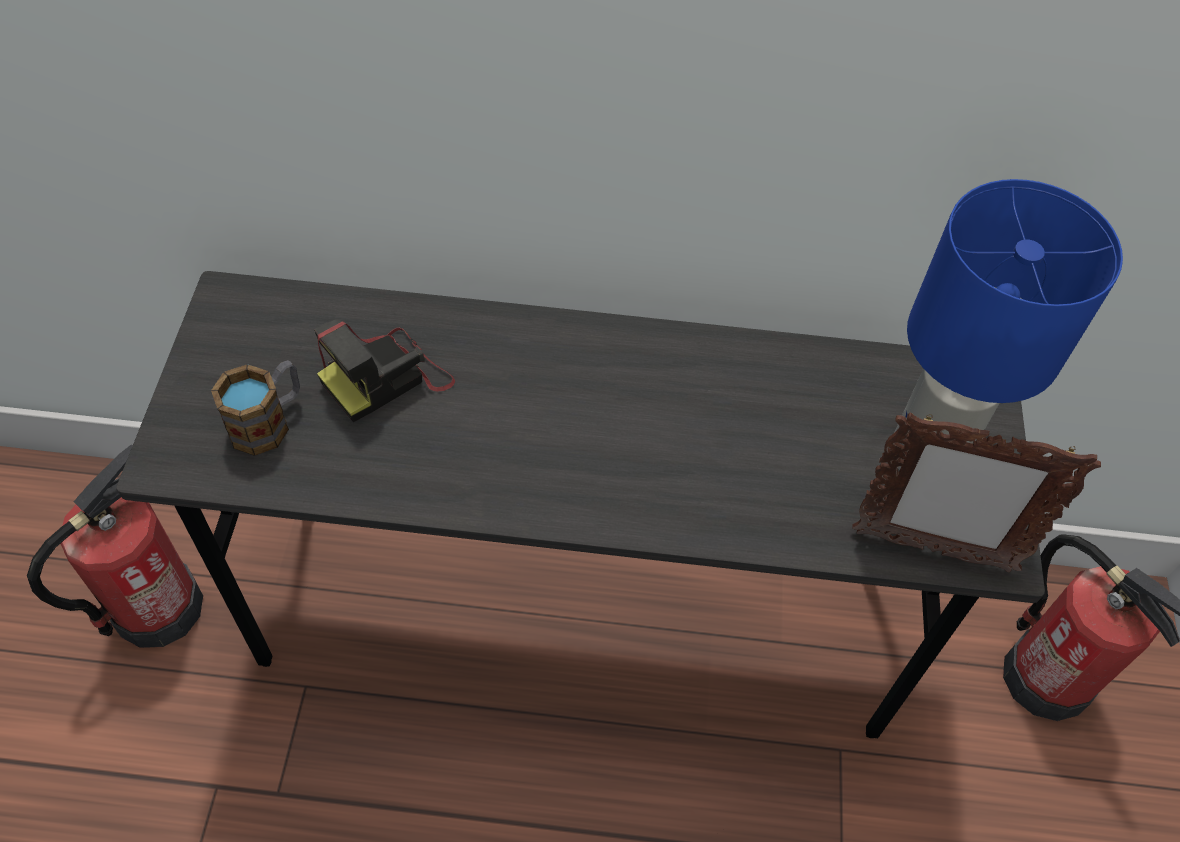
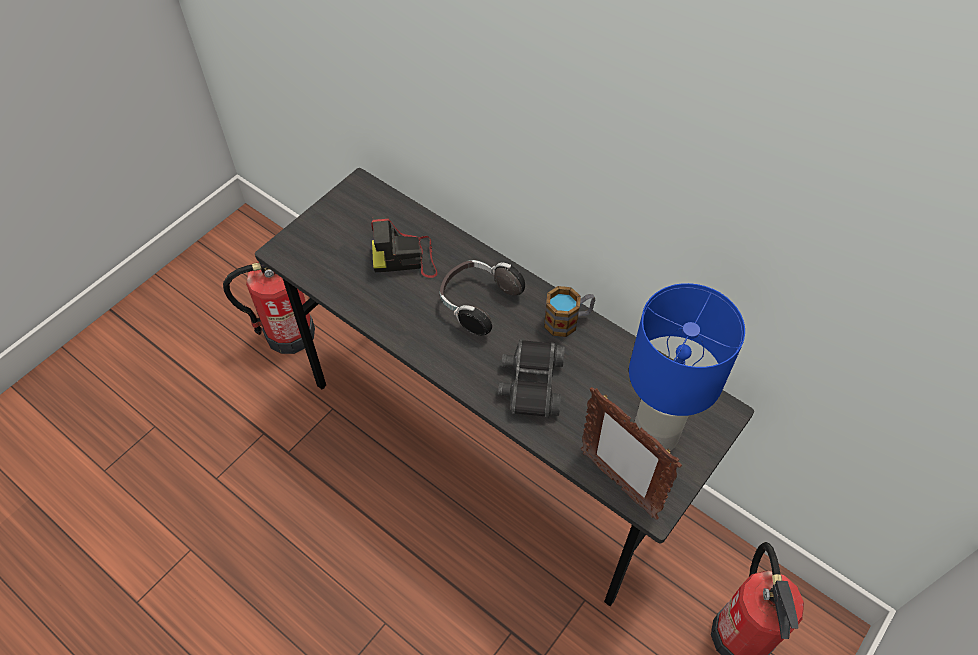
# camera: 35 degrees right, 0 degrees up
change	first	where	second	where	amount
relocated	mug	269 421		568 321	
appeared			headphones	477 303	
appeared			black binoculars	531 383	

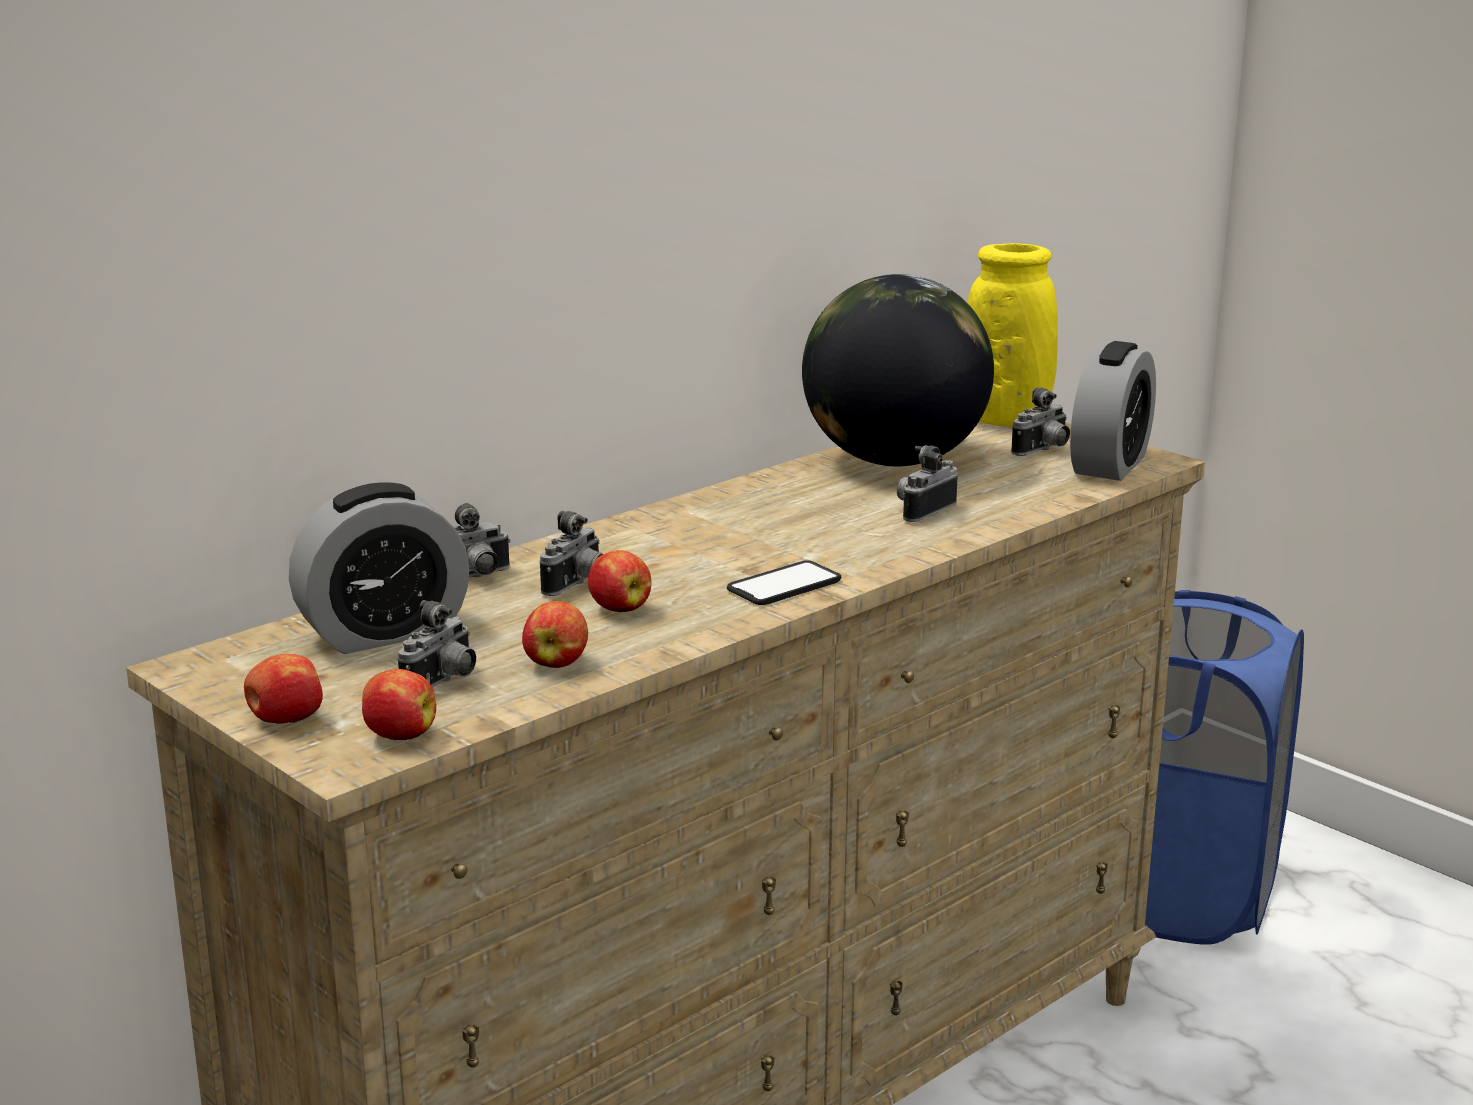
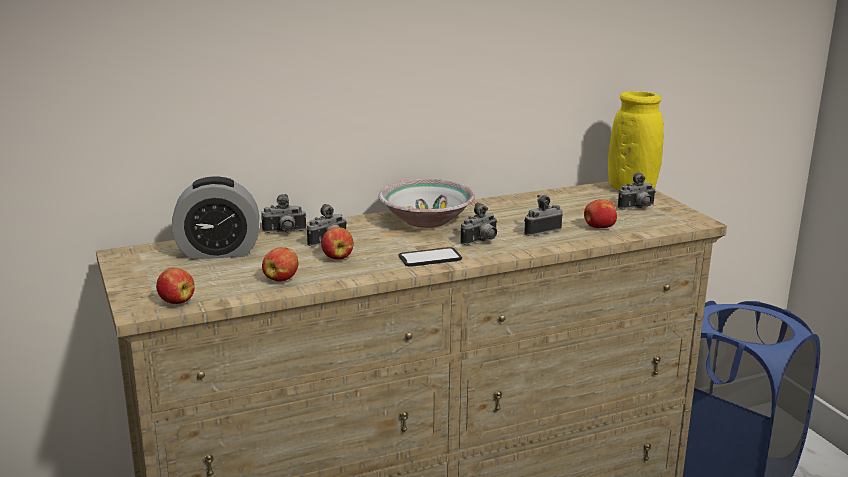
# camera: 20 degrees right, 0 degrees up
change	first	where	second	where	amount
missing	globe	894 461			
missing	alarm clock	1110 464			
relocated	photo camera	444 683		481 241	
relocated	apple	285 720		599 227	
appeared			bowl	427 220	

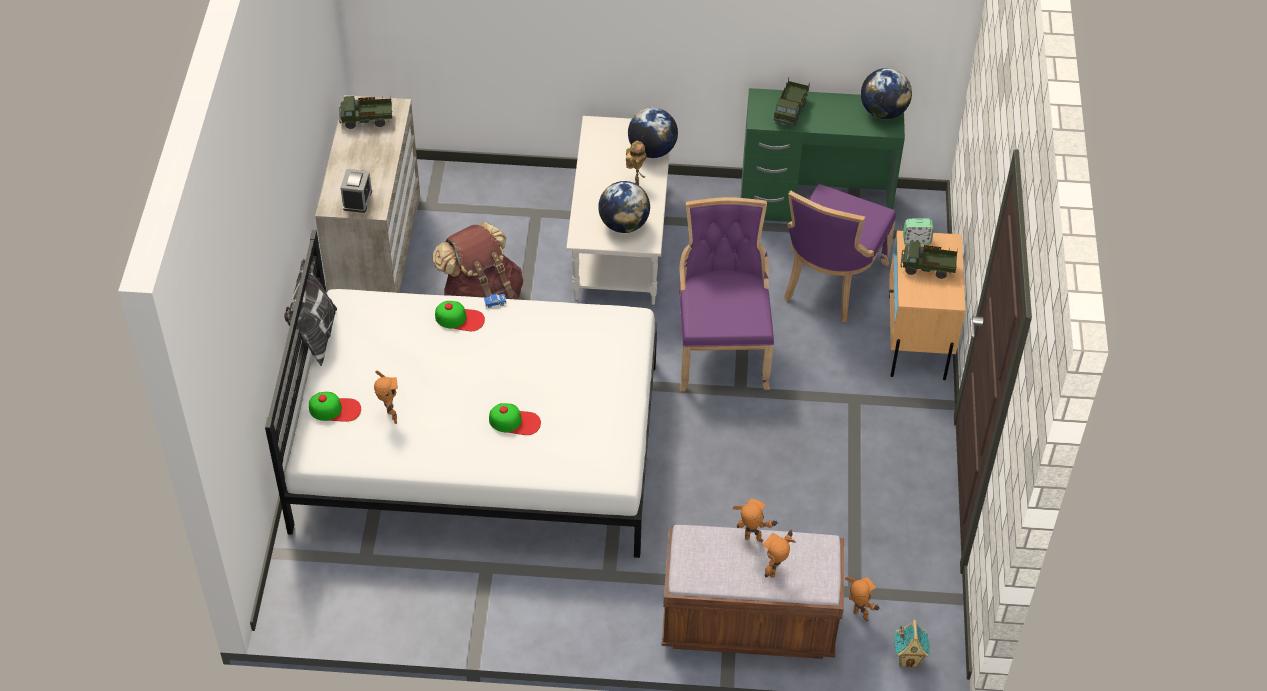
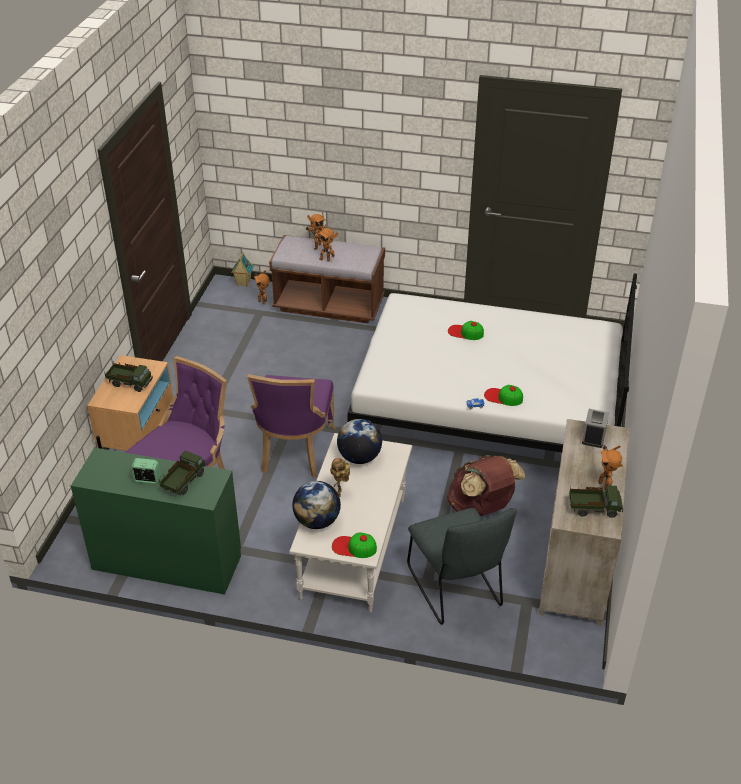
# camera: 170 degrees left, 10 degrees down
change	first	where	second	where	amount
missing	globe	883 112			
relocated	alarm clock	916 240		147 479	
missing	pillow	315 337			
relocated	toy robot	390 418		604 484	
relocated	cap	335 409		354 547	
appeared			grey chair	456 590	

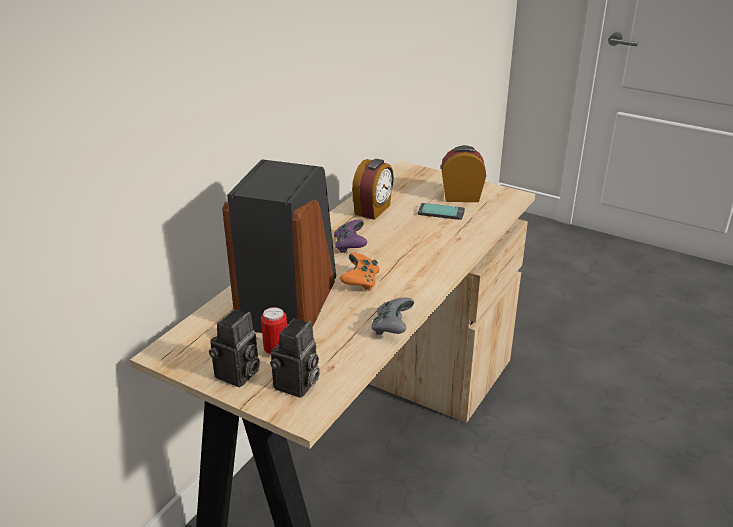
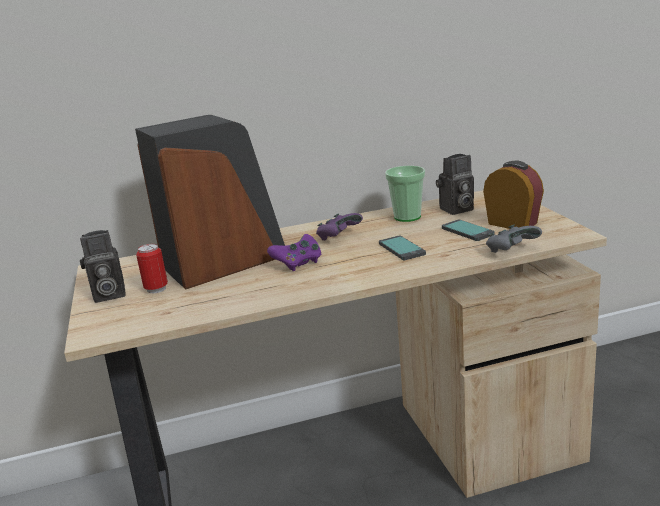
# camera: 45 degrees right, 10 degrees down
change	first	where	second	where	amount
exchanged	alarm clock	373 210	cup	407 217	
colour	orange game controller	360 282	purple game controller	298 264	
relocated	grey game controller	392 327		511 251	
relocated	photo camera	297 385		456 210	
appeared			phone	402 249	

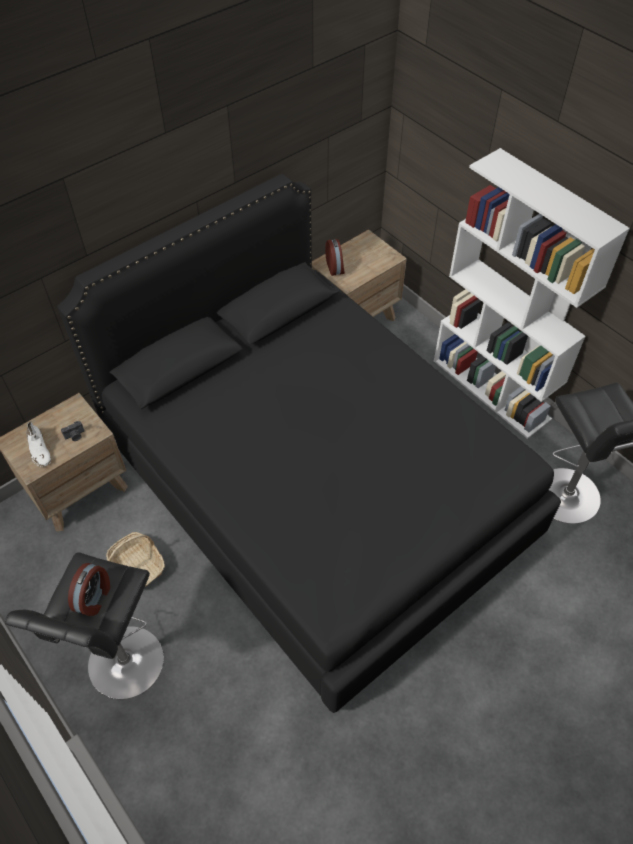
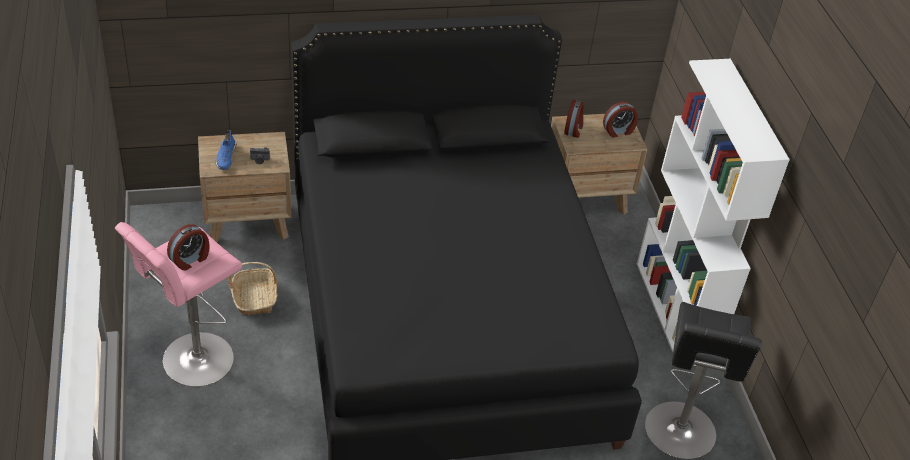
# camera: 25 degrees right, 10 degrees down
change	first	where	second	where	amount
colour	white shoe	39 449	blue shoe	226 157	
colour	black stool	123 667	pink stool	193 362	
appeared			alarm clock	618 131	

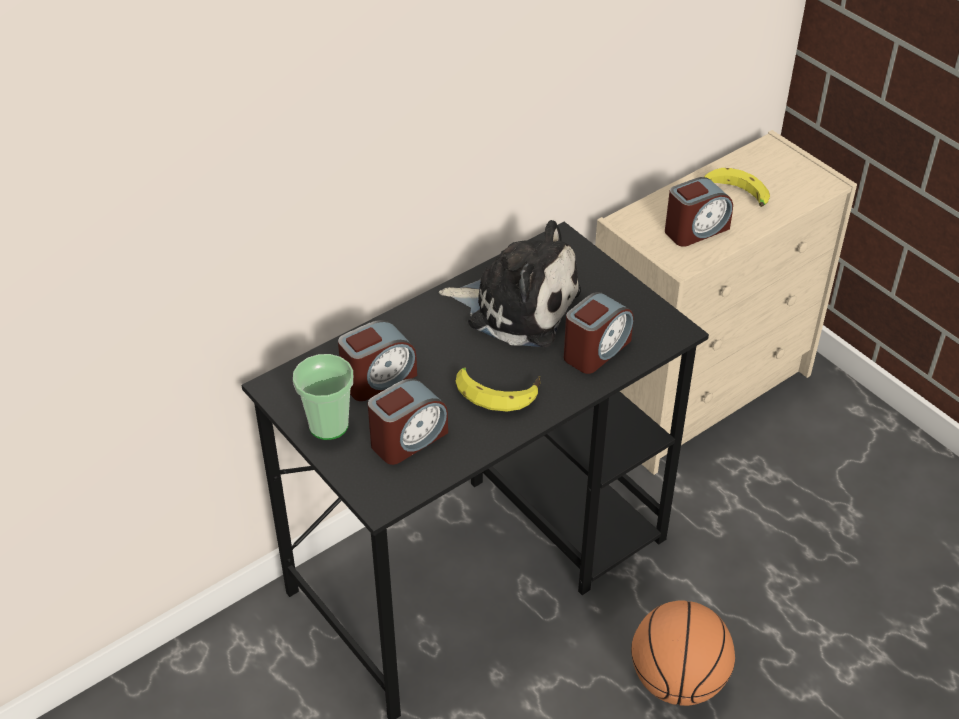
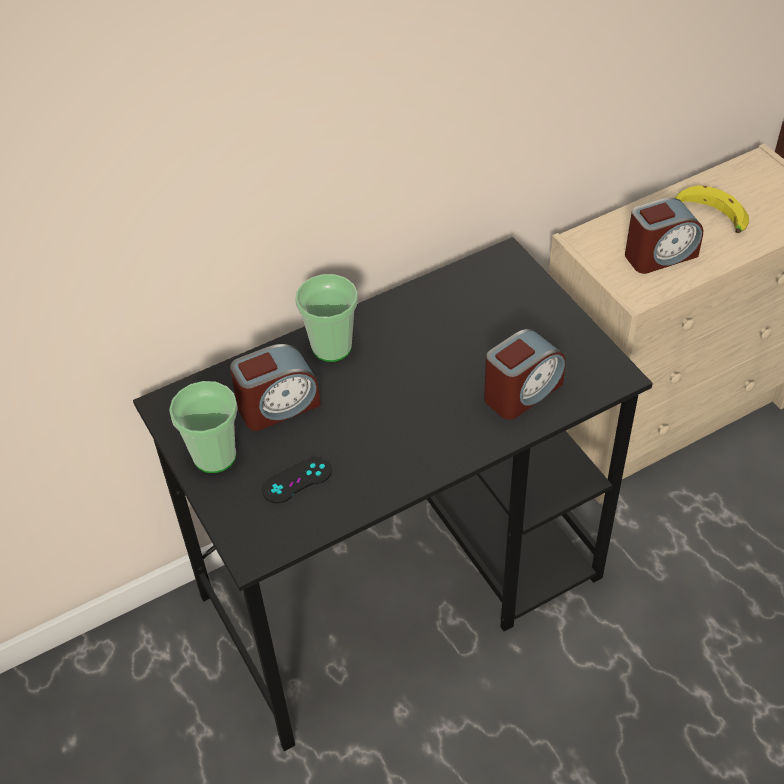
# camera: 10 degrees right, 5 degrees up
change	first	where	second	where	amount
missing	plush toy	517 305			
missing	banana	497 391			
exchanged	alarm clock	408 439	black game controller	297 480	
missing	basketball	677 680			
appeared			cup	331 347	

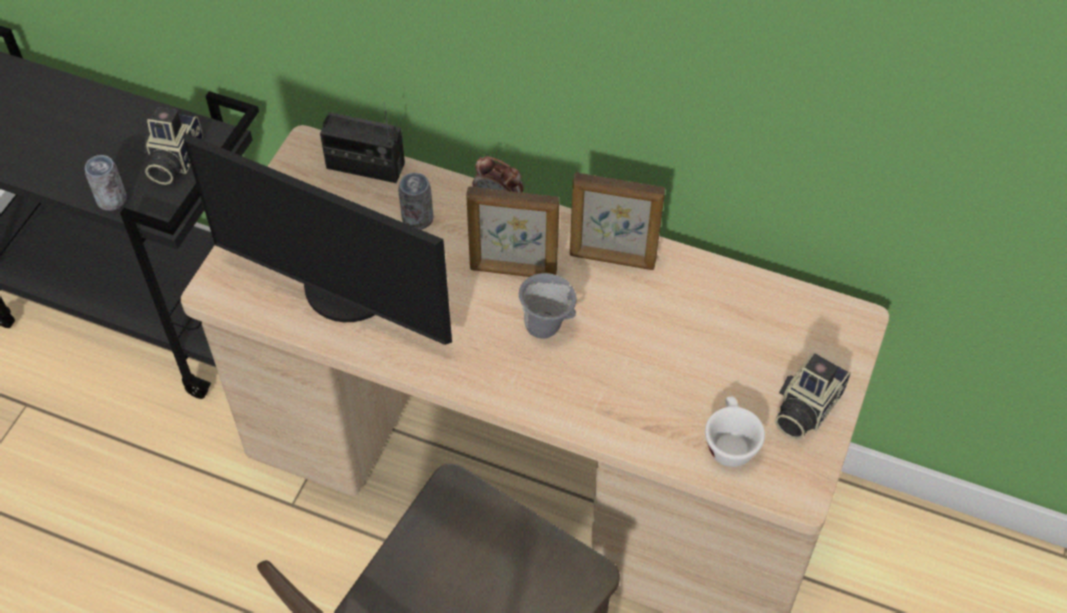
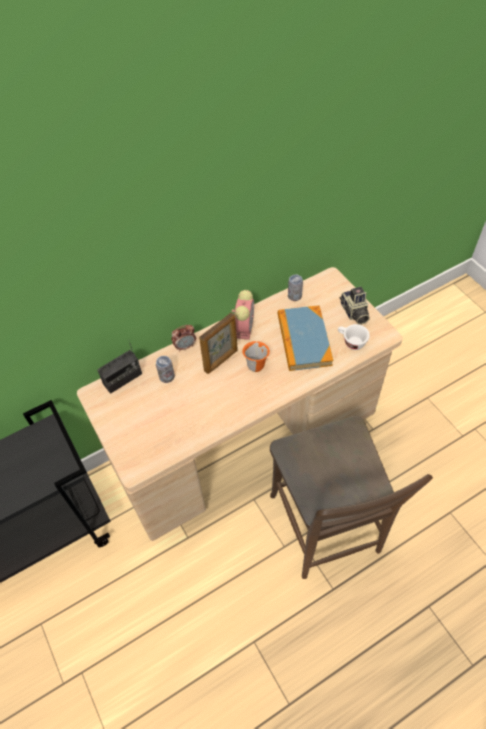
# camera: 50 degrees left, 0 degrees up
change	first	where	second	where	amount
missing	photo camera	173 160			
missing	monitor	345 292			
relocated	can	112 200		294 296	
exchanged	picture frame	612 259	alarm clock	244 327	
colour	grey mug	547 326	orange mug	256 365	
appeared			book	304 340	

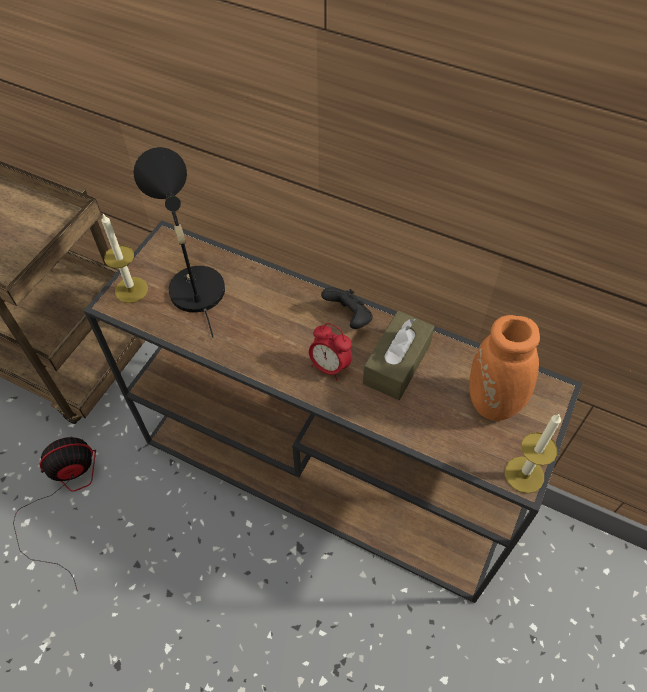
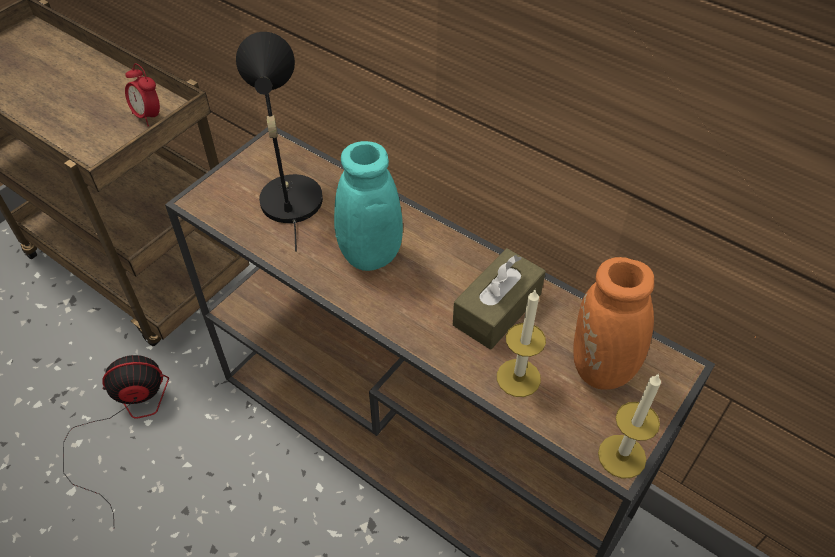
# camera: 10 degrees right, 5 degrees down
change	first	where	second	where	amount
relocated	candle	131 290		518 378	
missing	black game controller	349 318			
relocated	alarm clock	329 366		148 116	
appeared			turquoise vase	368 259	

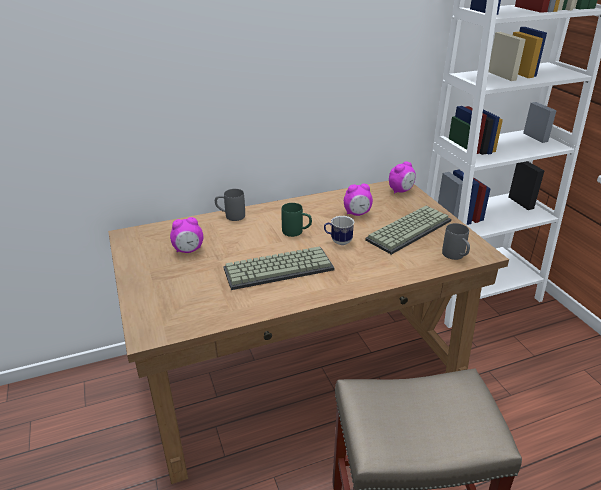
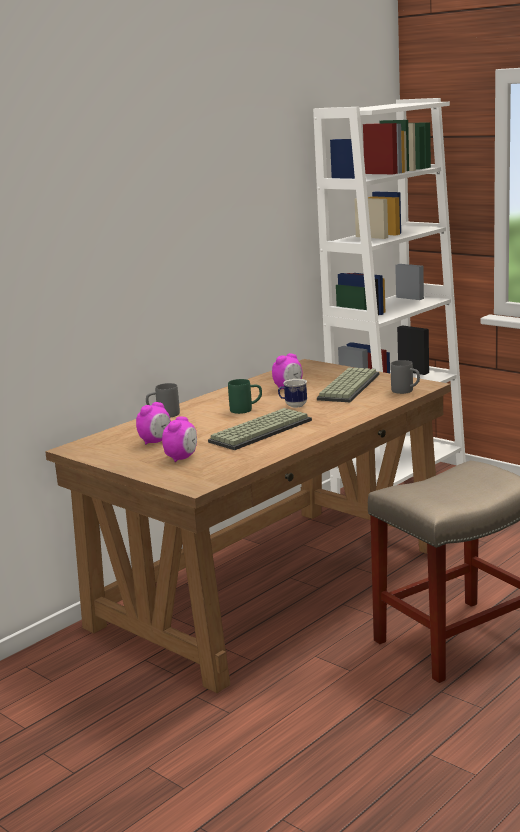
# camera: 25 degrees left, 15 degrees down
change	first	where	second	where	amount
relocated	alarm clock	401 191		182 458	

